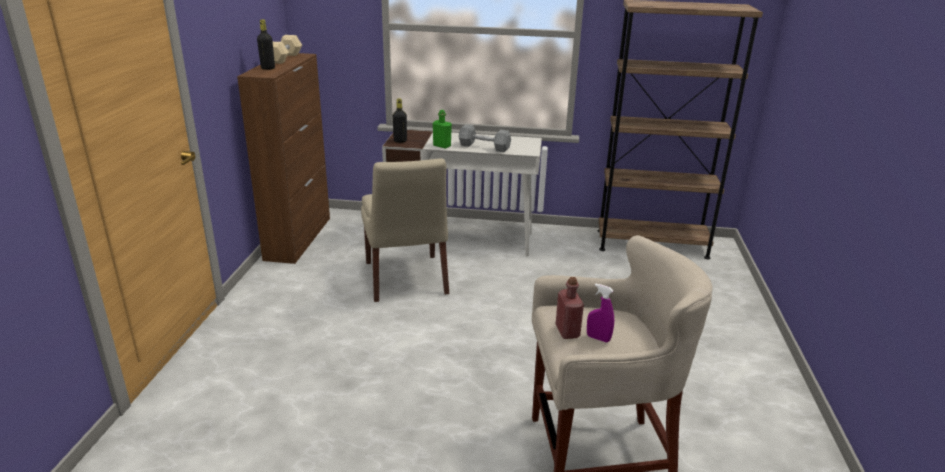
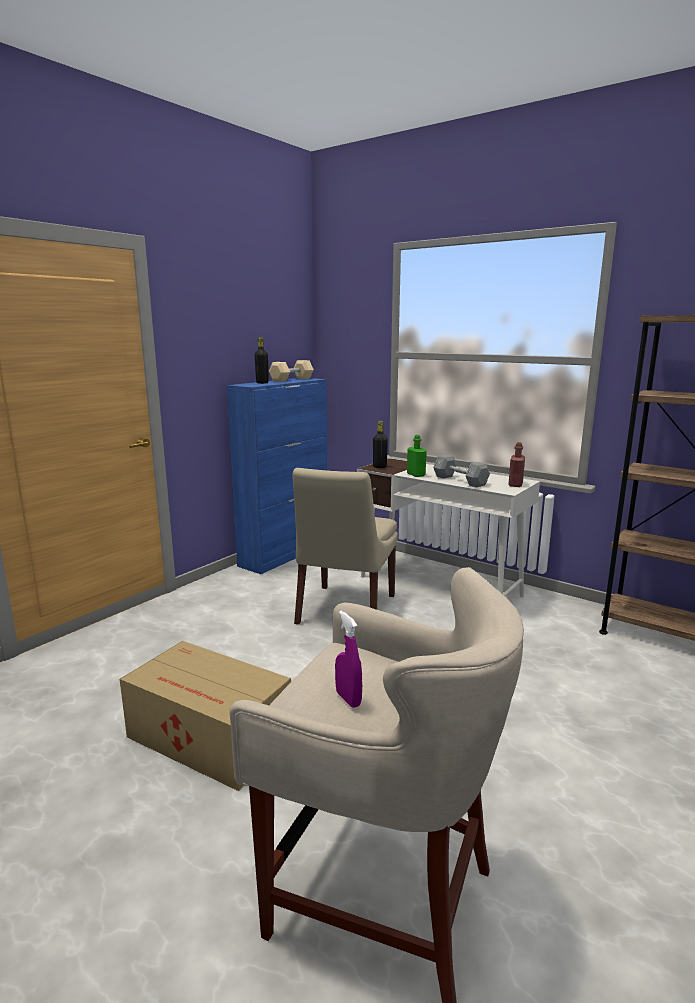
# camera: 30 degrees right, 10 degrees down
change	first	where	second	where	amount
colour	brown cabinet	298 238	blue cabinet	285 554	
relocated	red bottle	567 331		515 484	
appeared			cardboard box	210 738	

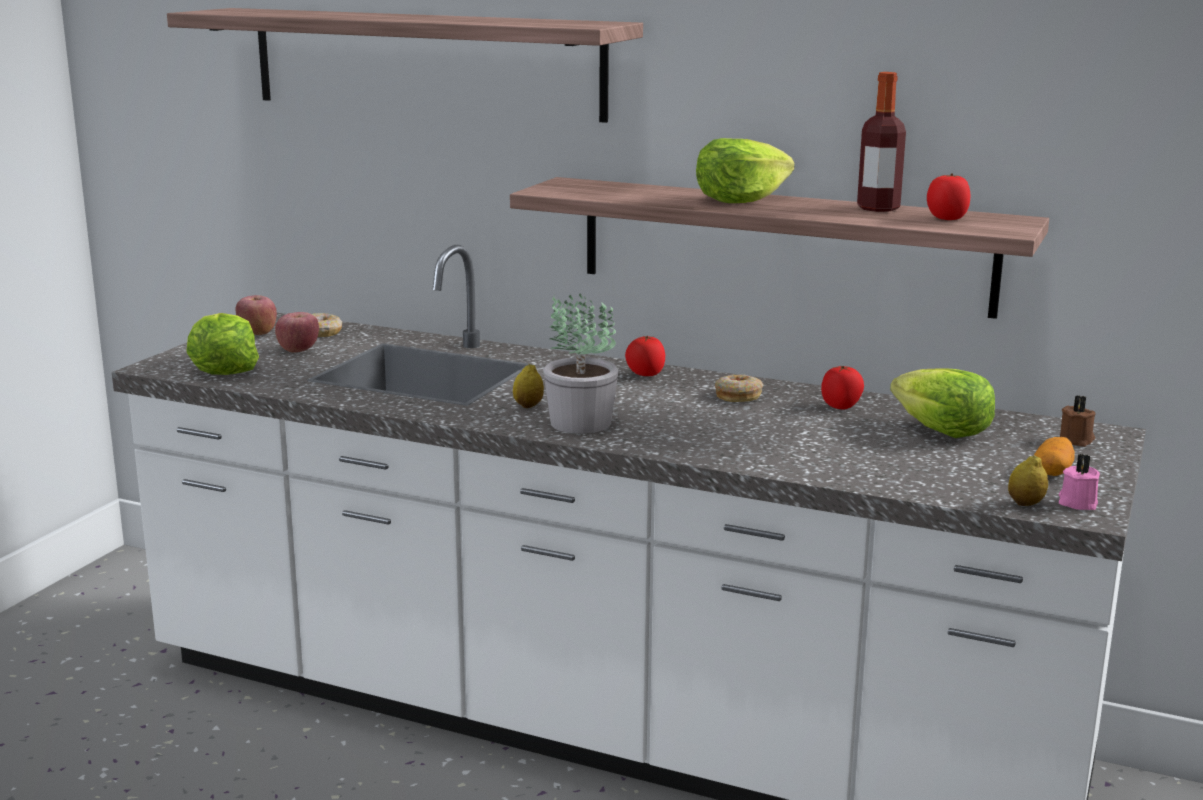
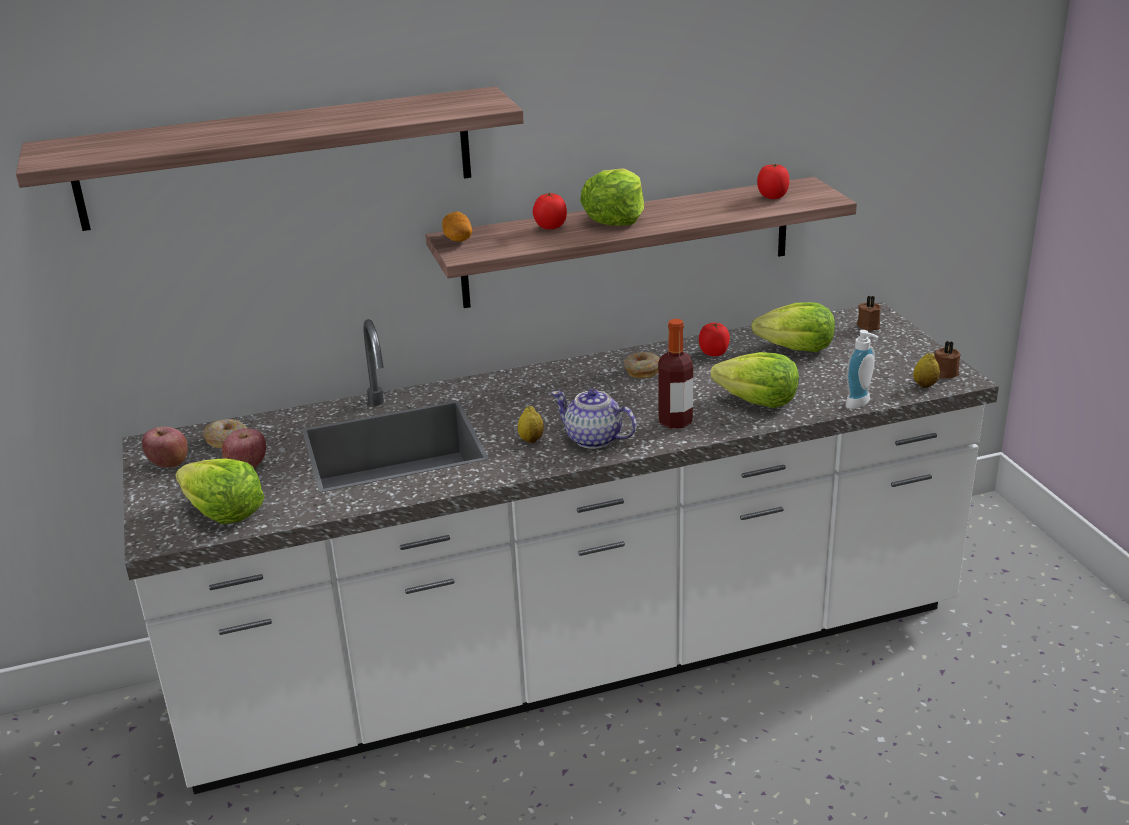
# camera: 40 degrees left, 10 degrees up
change	first	where	second	where	amount
relocated	bottle	878 208		675 421	
exchanged	potted plant	580 423	teapot	594 439	
relocated	tomato	645 375		550 228	
relocated	potato	1052 472		457 239	
colour	pink candle	1077 503	brown candle	944 373	
appeared			soap dispenser	860 404	
appeared			lettuce	758 401	

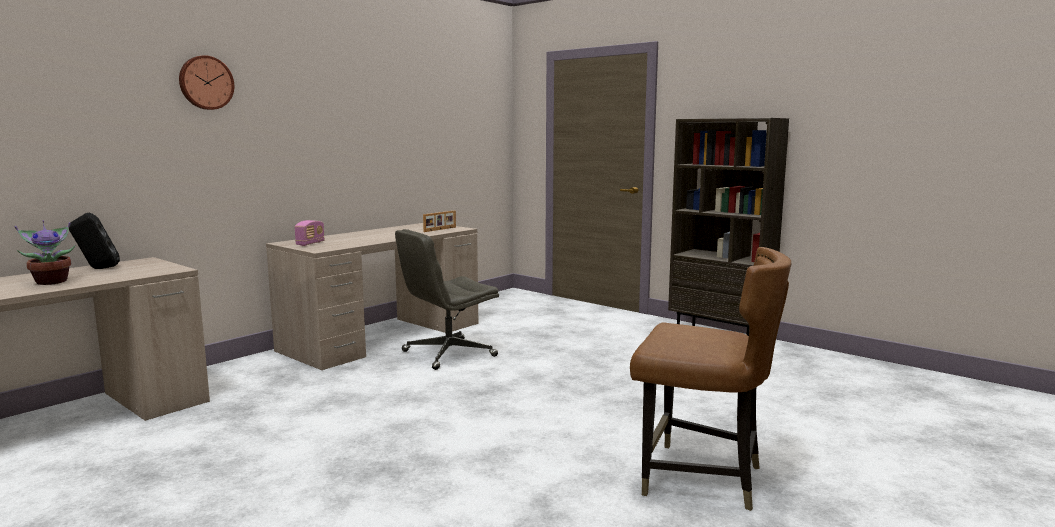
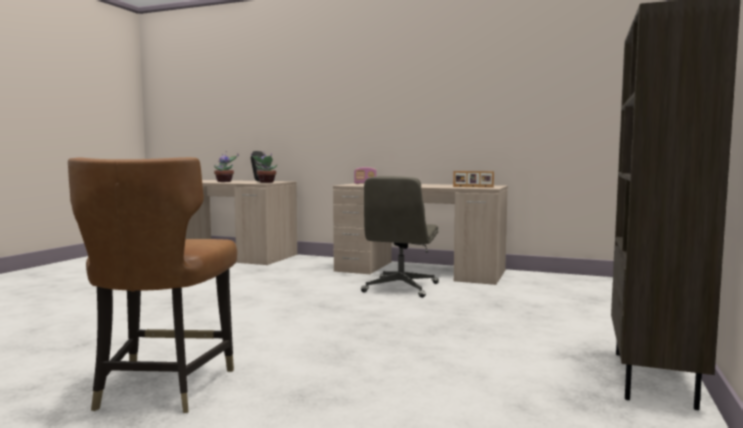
# camera: 70 degrees right, 5 degrees down
change	first	where	second	where	amount
missing	wall clock	205 83			
spun	grey office chair	448 354		400 288	105 degrees counterclockwise
appeared			potted plant	266 182	

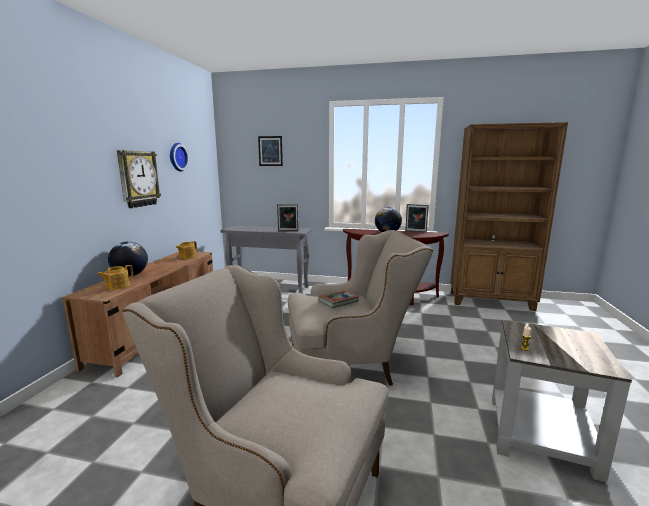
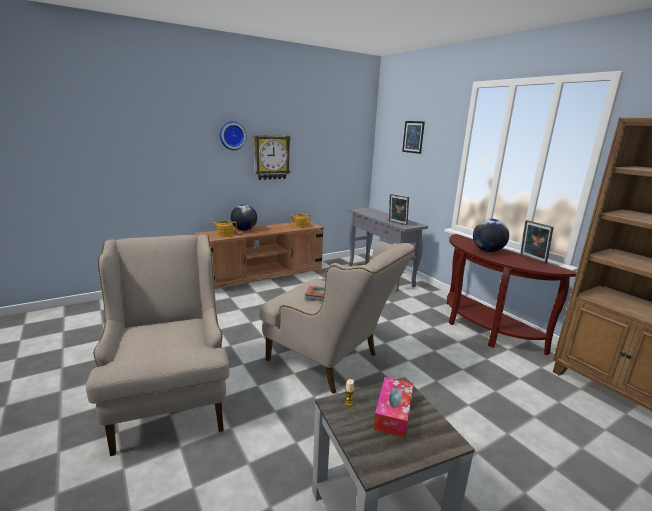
# camera: 45 degrees right, 5 degrees up
change	first	where	second	where	amount
relocated	wall clock	177 157		232 135	
appeared			tissue box	393 413	

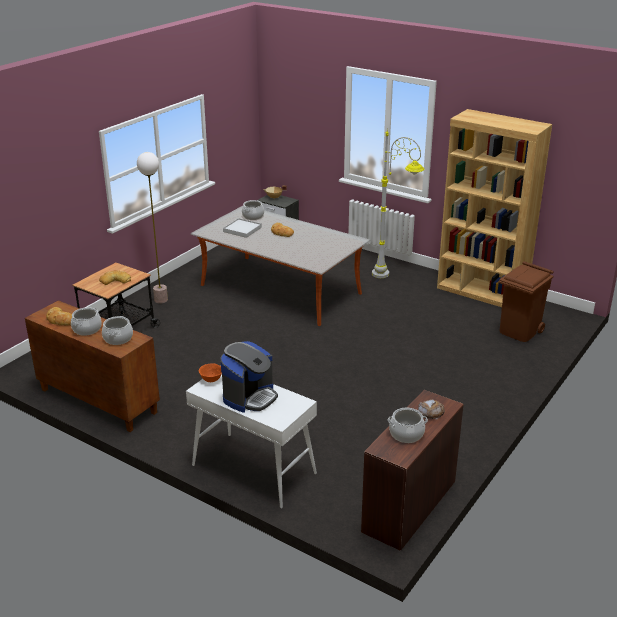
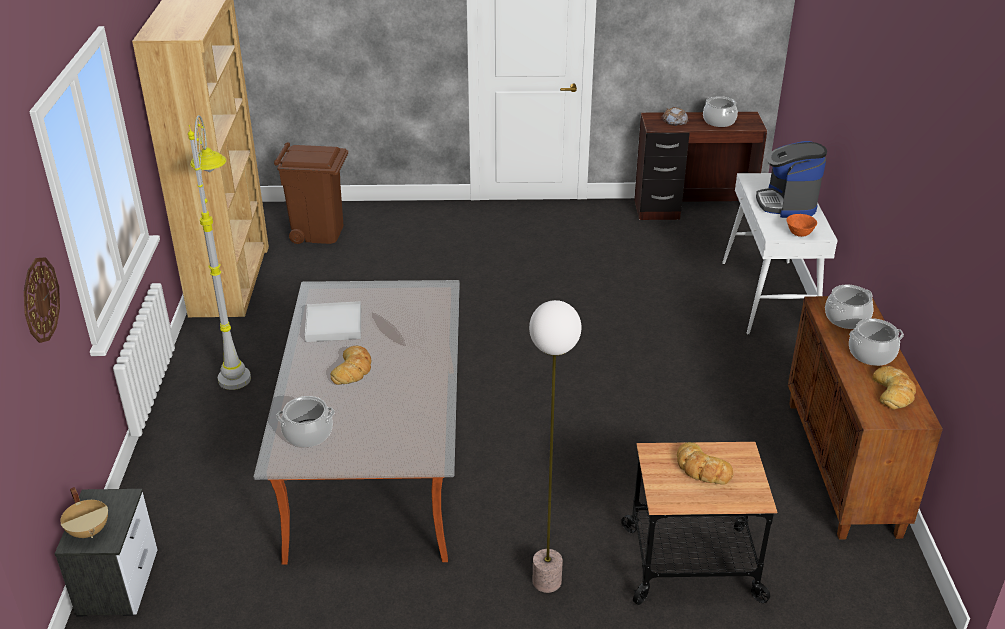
# camera: 125 degrees left, 5 degrees up
change	first	where	second	where	amount
relocated	white tray	242 229		334 324	
spun	coffee machine	250 397		787 204	90 degrees counterclockwise
appeared			wall clock	40 299	

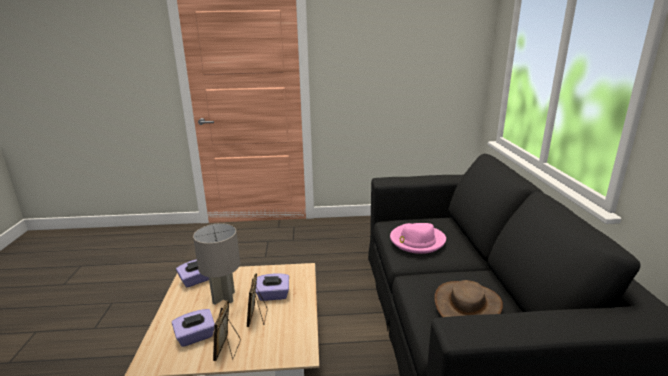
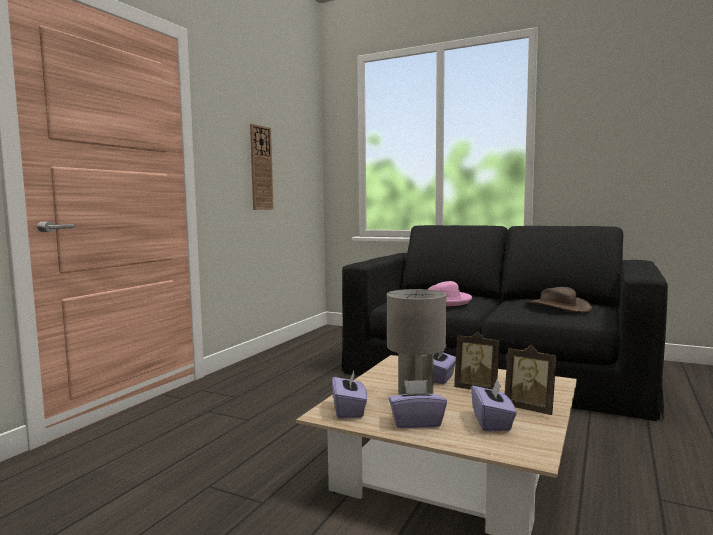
# camera: 60 degrees left, 15 degrees down
change	first	where	second	where	amount
appeared			wall clock	261 168	
appeared			purple tissue box	416 422	

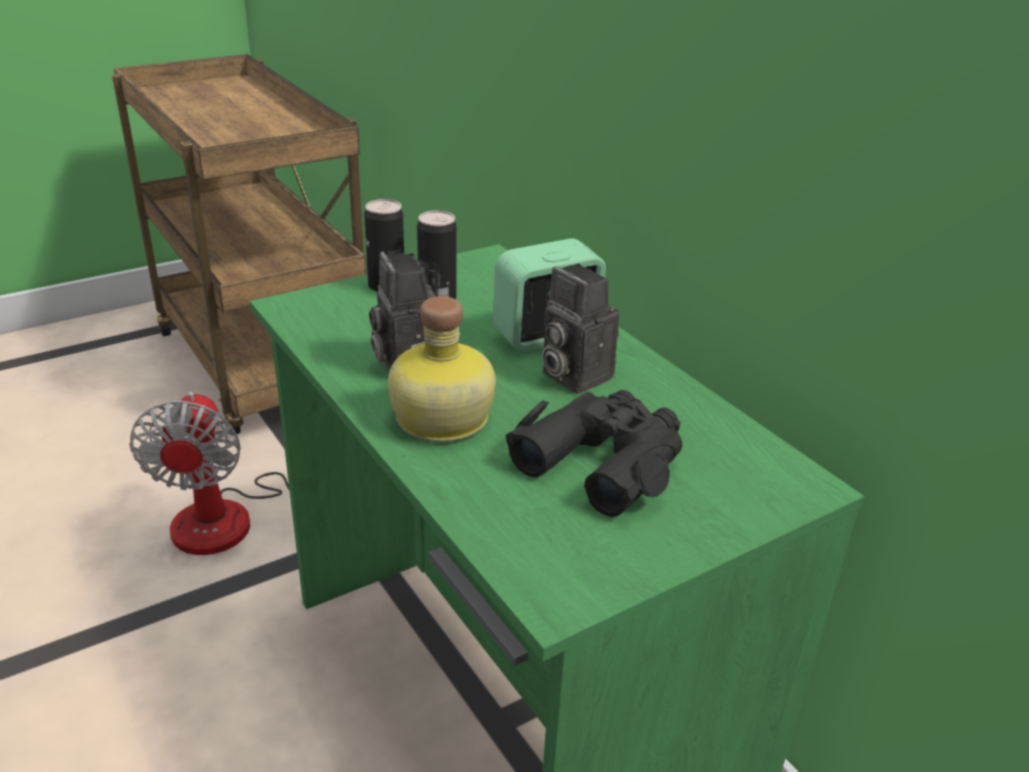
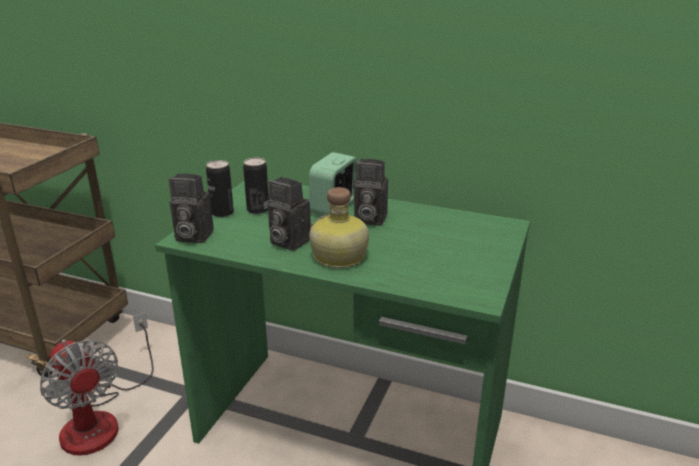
# camera: 35 degrees left, 5 degrees down
change	first	where	second	where	amount
missing	black binoculars	603 460			
appeared			photo camera	191 236	

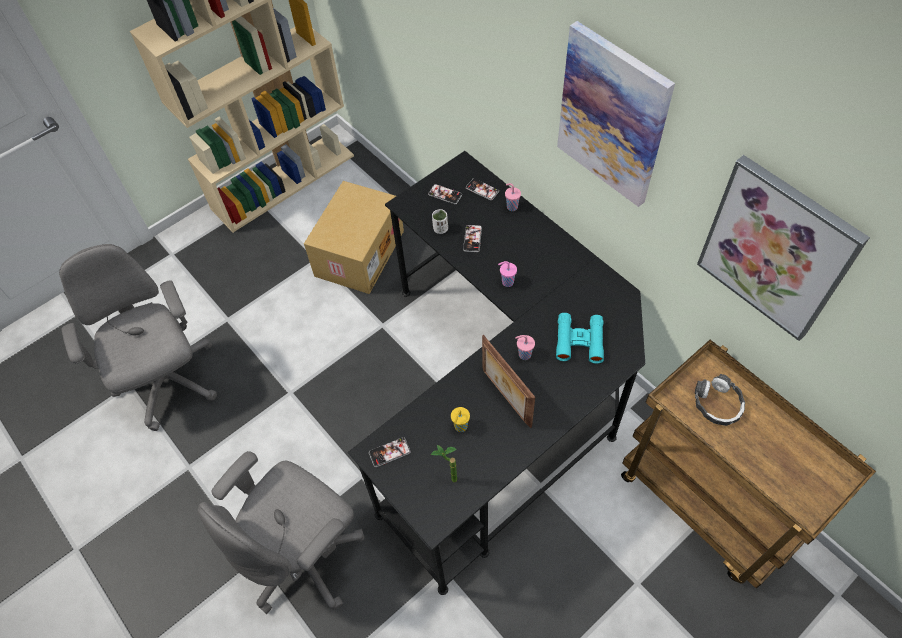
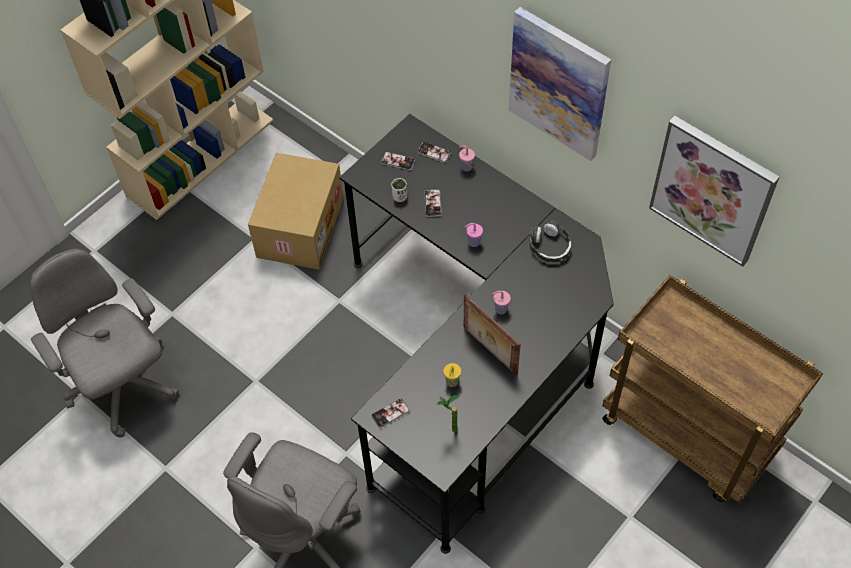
# camera: 10 degrees left, 0 degrees up
change	first	where	second	where	amount
missing	turquoise binoculars	579 341			
relocated	headphones	717 404		550 246	

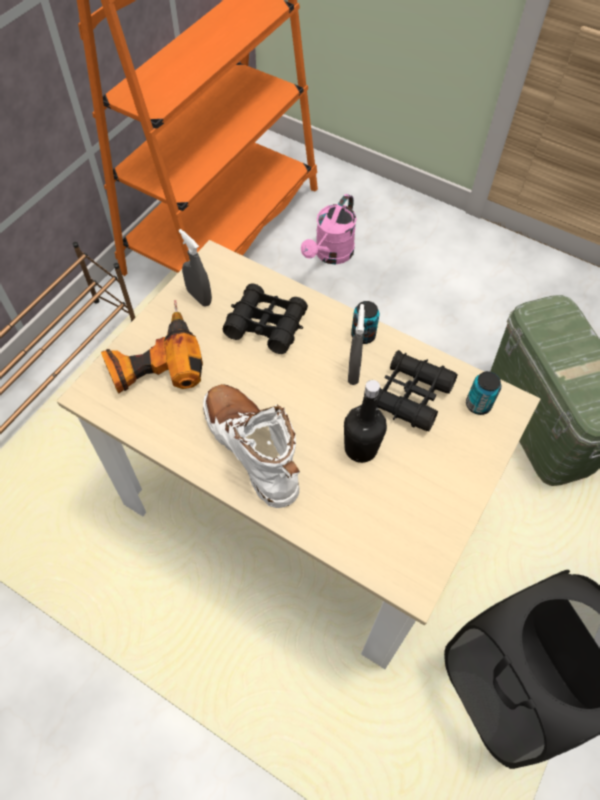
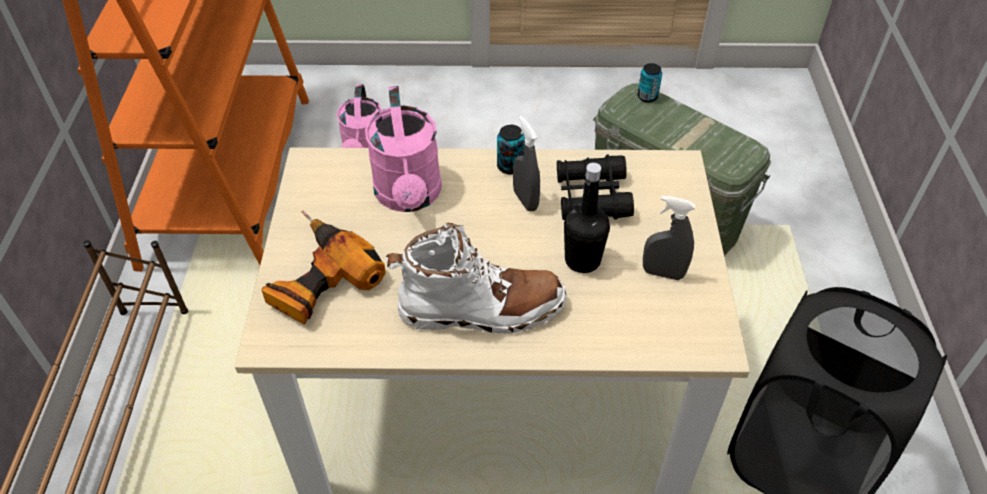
# camera: 30 degrees left, 10 degrees down
change	first	where	second	where	amount
relocated	grey spray bottle	199 297		663 273	
exchanged	black binoculars	266 324	pink watering can	409 197	
relocated	can	478 405		647 97	
spun	white boot	252 449		481 310	150 degrees clockwise

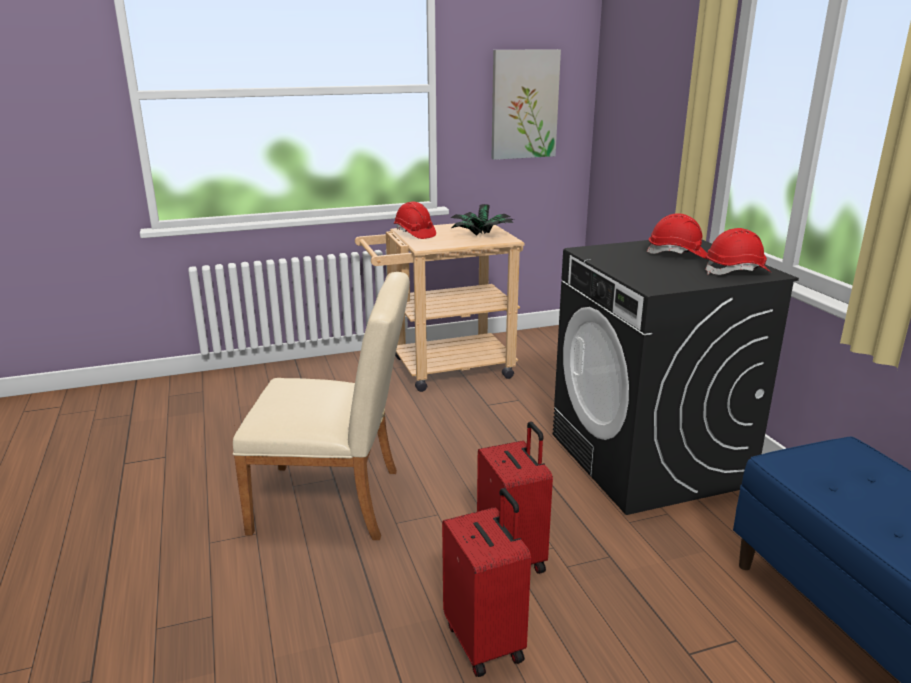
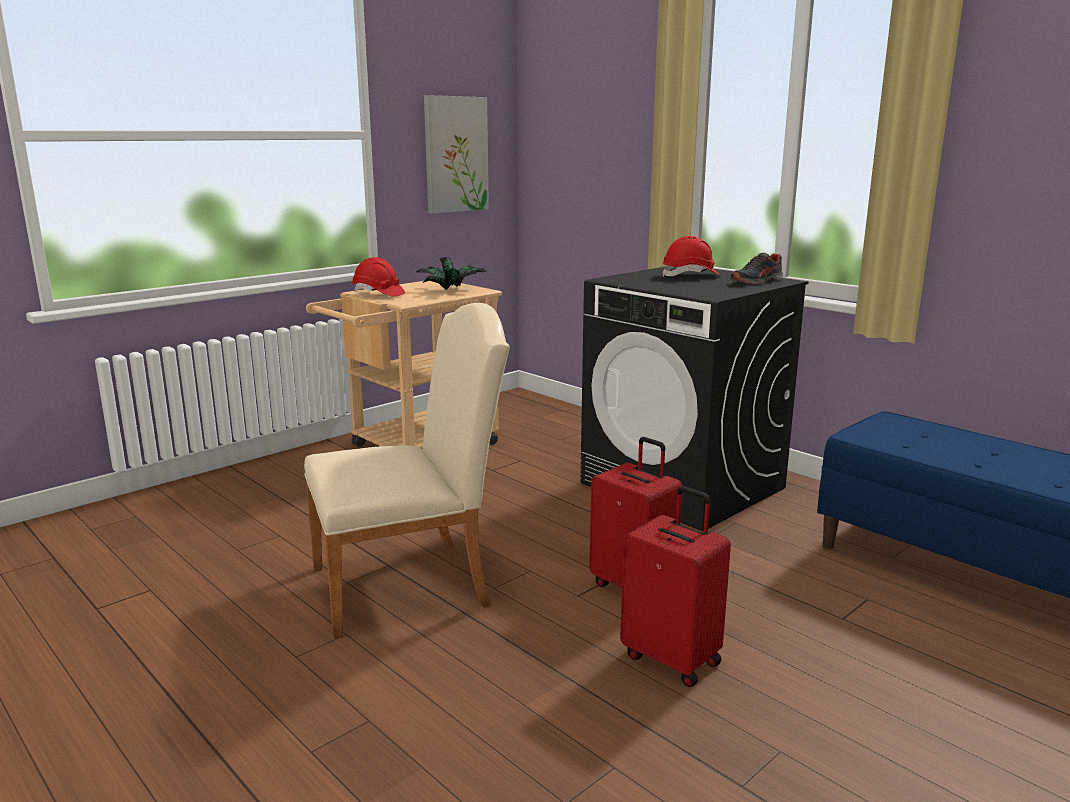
# camera: 25 degrees left, 5 degrees down
change	first	where	second	where	amount
exchanged	red hard hat	737 271	shoe	757 281	

